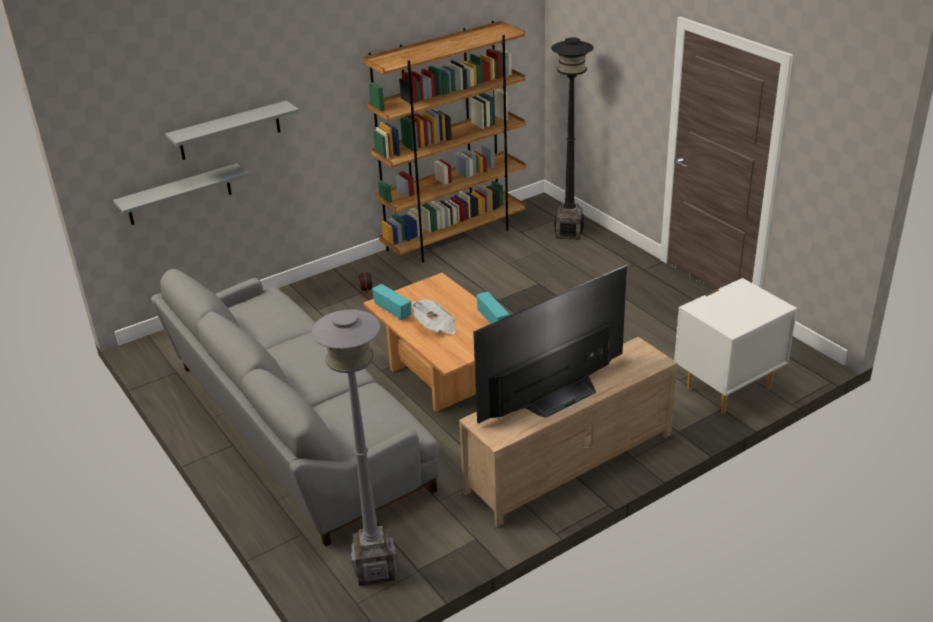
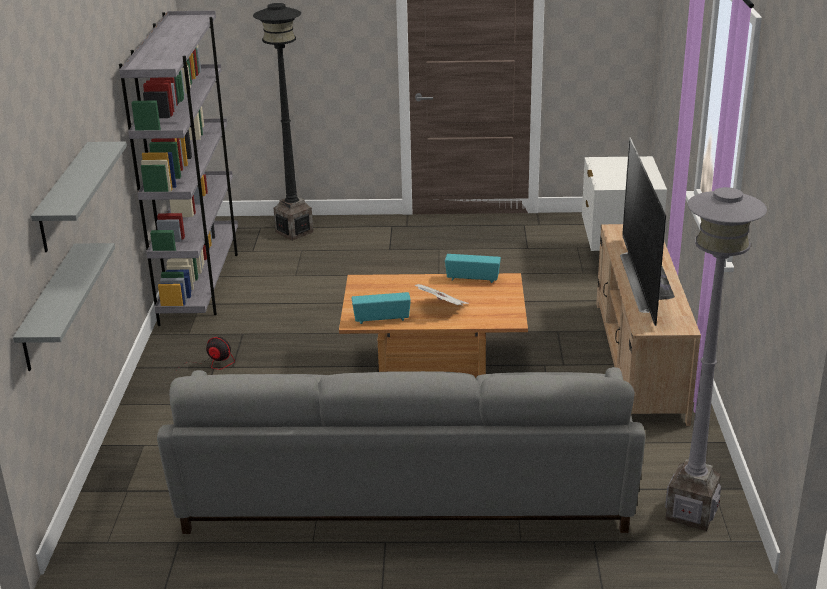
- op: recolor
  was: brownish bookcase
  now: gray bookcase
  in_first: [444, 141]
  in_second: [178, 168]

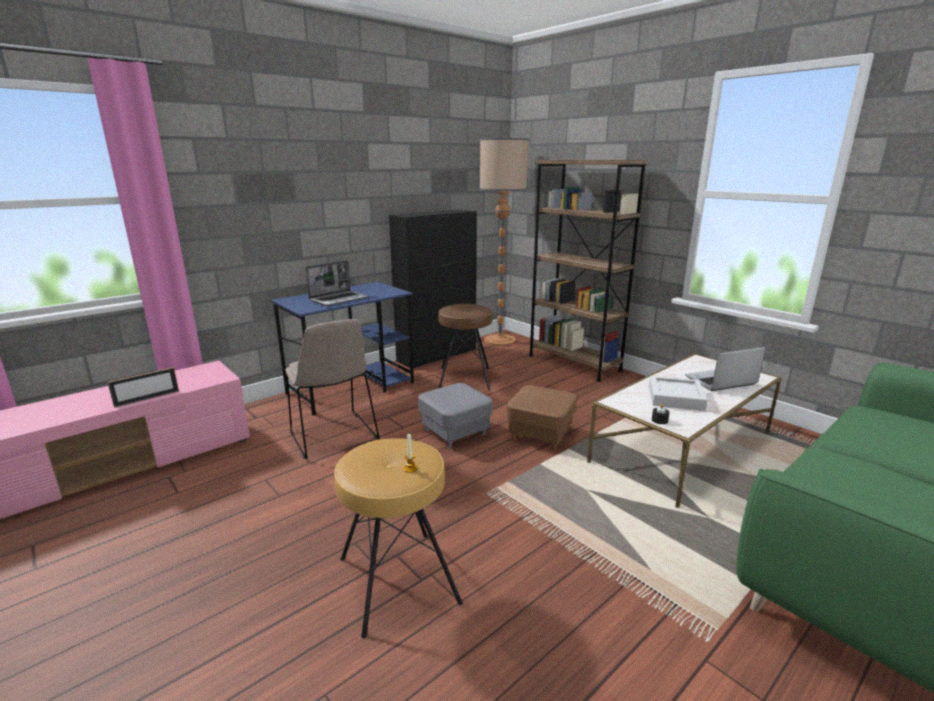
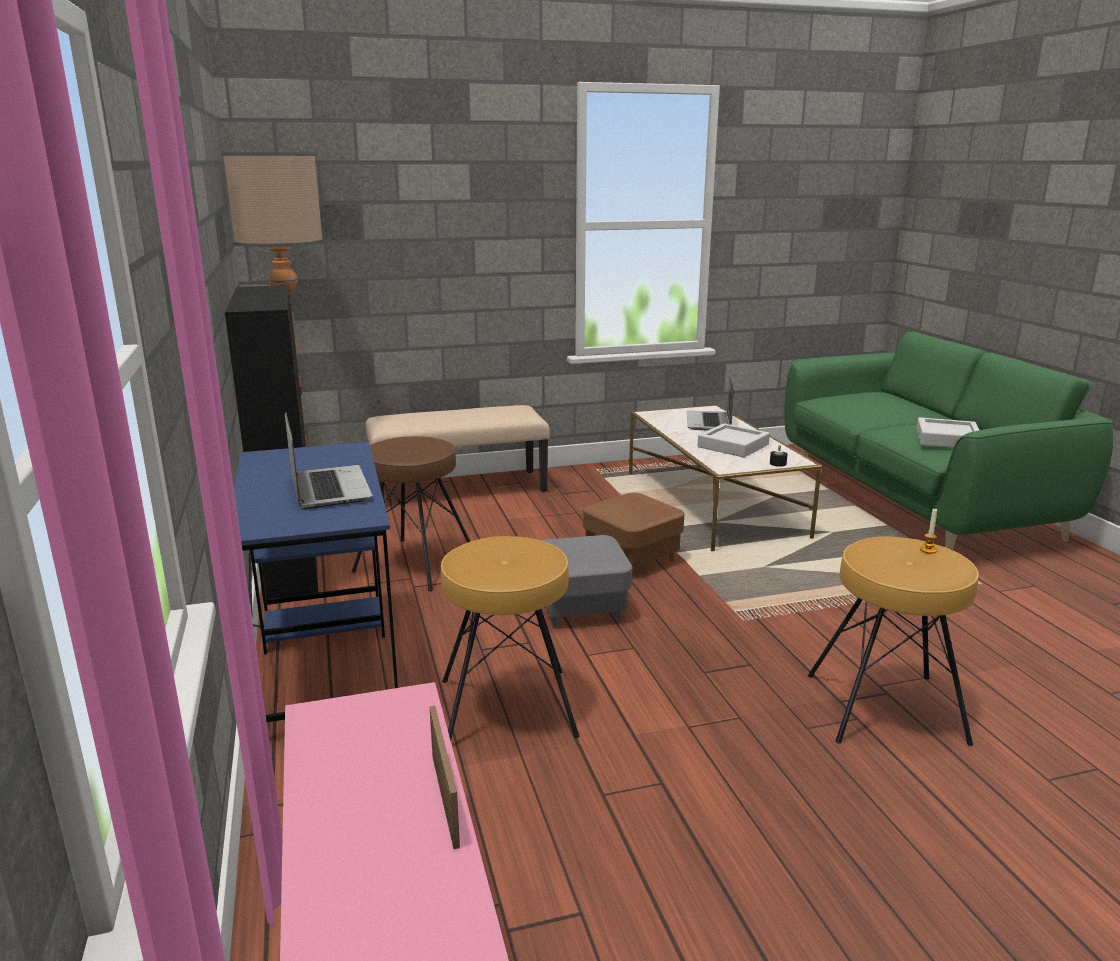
- op: replace
  was: sand-coloured chair
  now: brownish stool
  in_first: [332, 389]
  in_second: [510, 638]
- op: replace
  was: brownish bookcase
  now: sand-coloured long seat
  in_first: [589, 271]
  in_second: [458, 453]
- op: insert
  now: gray serving tray
  in_second: [947, 432]

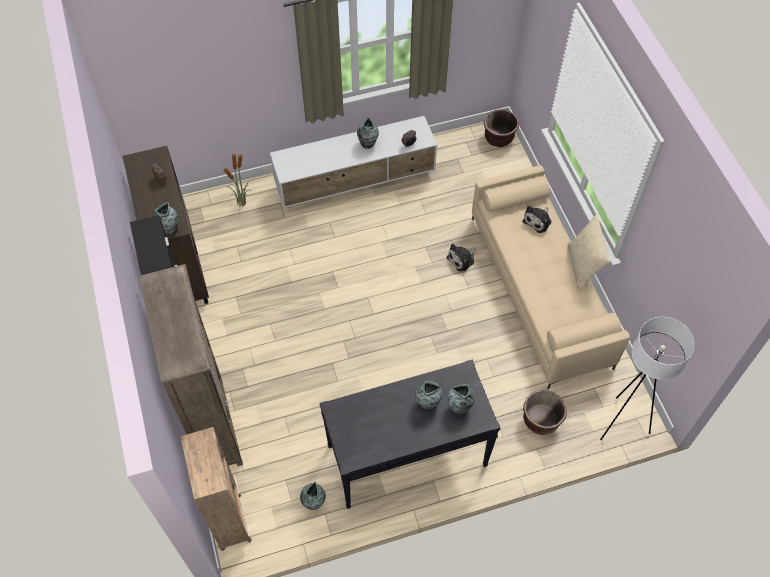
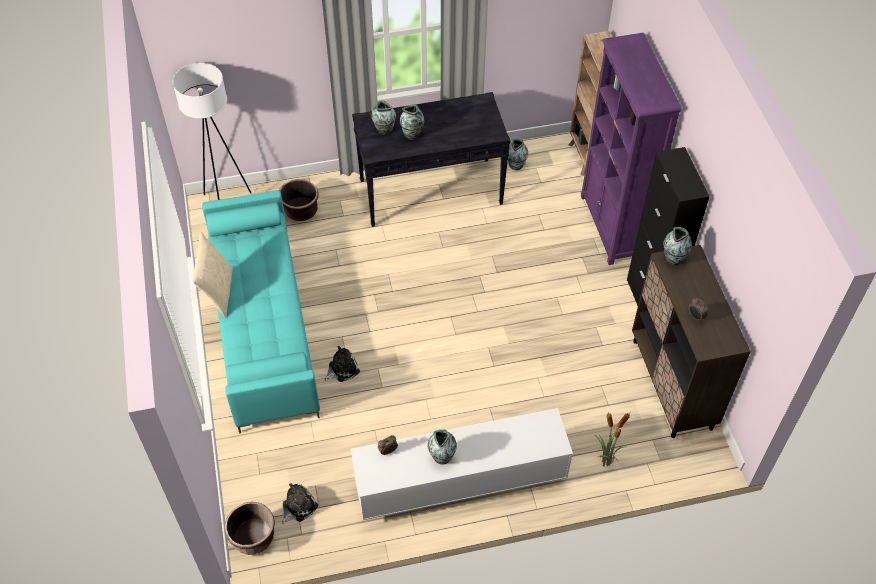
- op: recolor
  was: brownish bookcase
  now: purplish bookcase
  in_first: [191, 365]
  in_second: [631, 149]
- op: recolor
  was: sand-coloured sofa
  now: blue-green sofa
  in_first: [551, 277]
  in_second: [261, 312]
- op: move
  was: plush toy
  in_first: [537, 219]
  in_second: [300, 503]

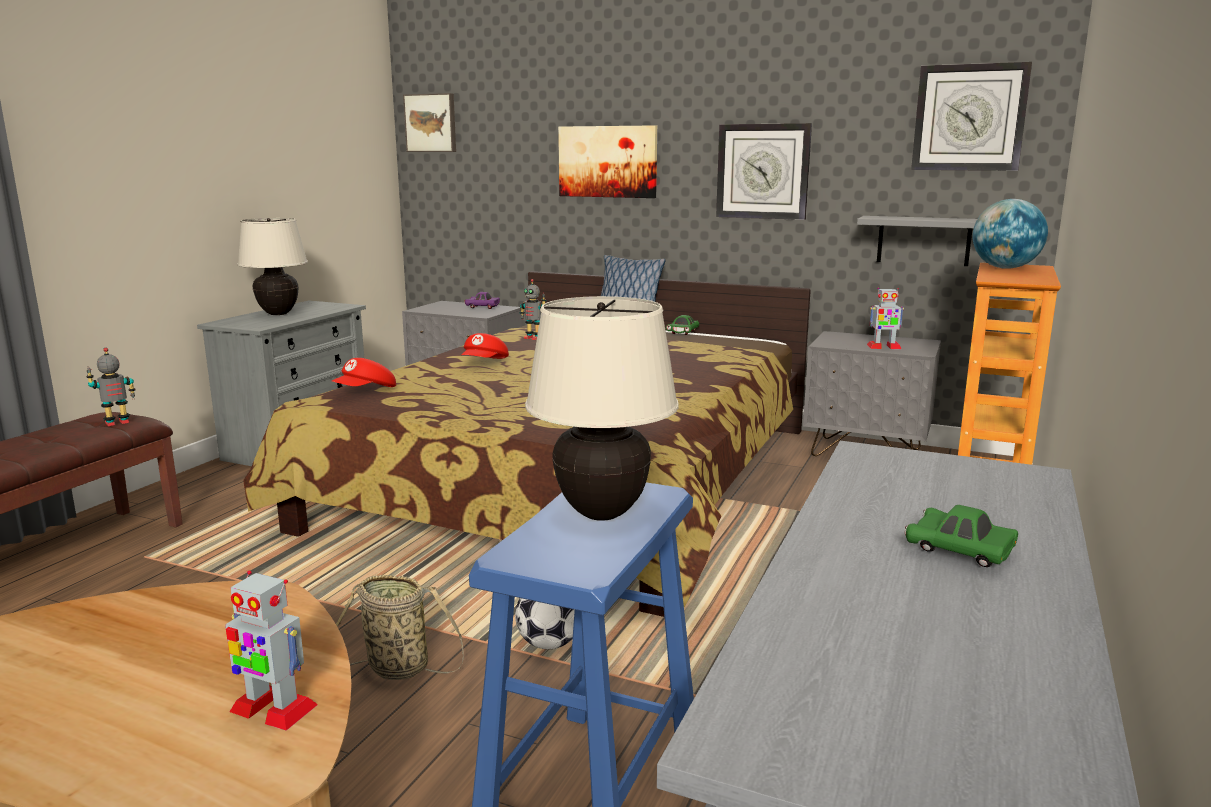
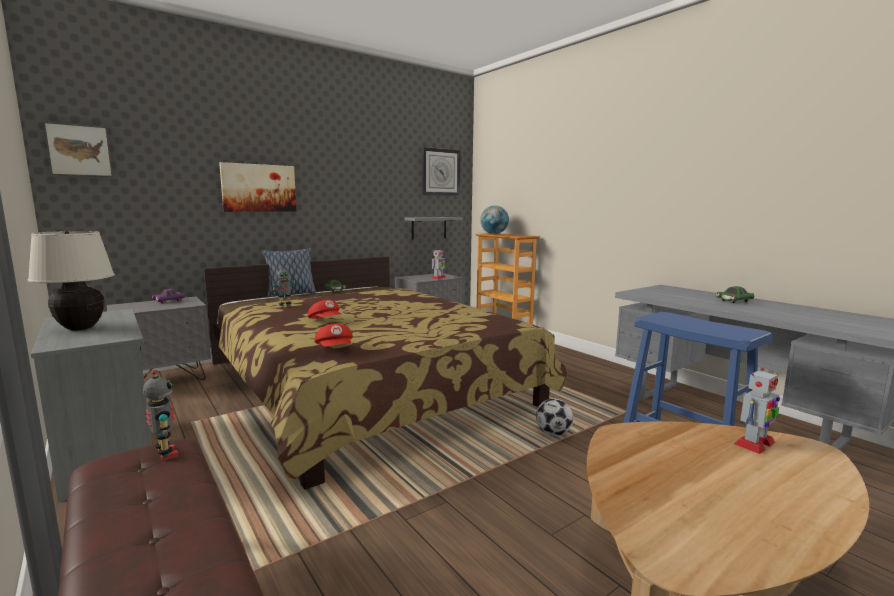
- op: rotate
  was: robot figure
  in_first: [111, 387]
  in_second: [161, 415]
  clockwise: 150
- op: delete
  was: basket
  in_first: [400, 627]
- op: delete
  was: sand-coloured lamp for a table
  in_first: [602, 408]
- op: delete
  was: clock on the wall
  in_first: [764, 171]

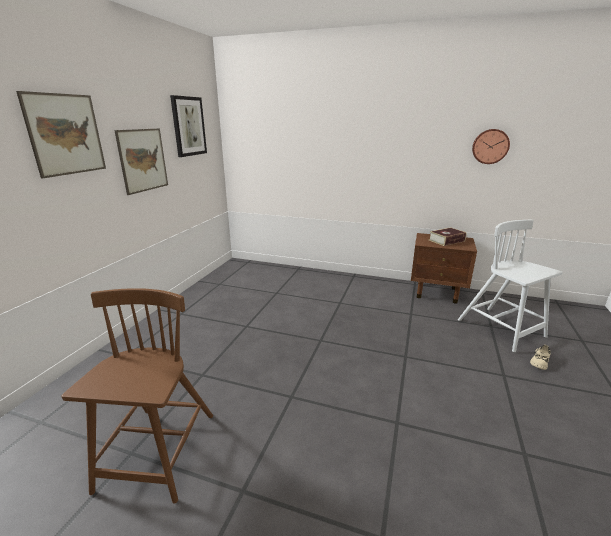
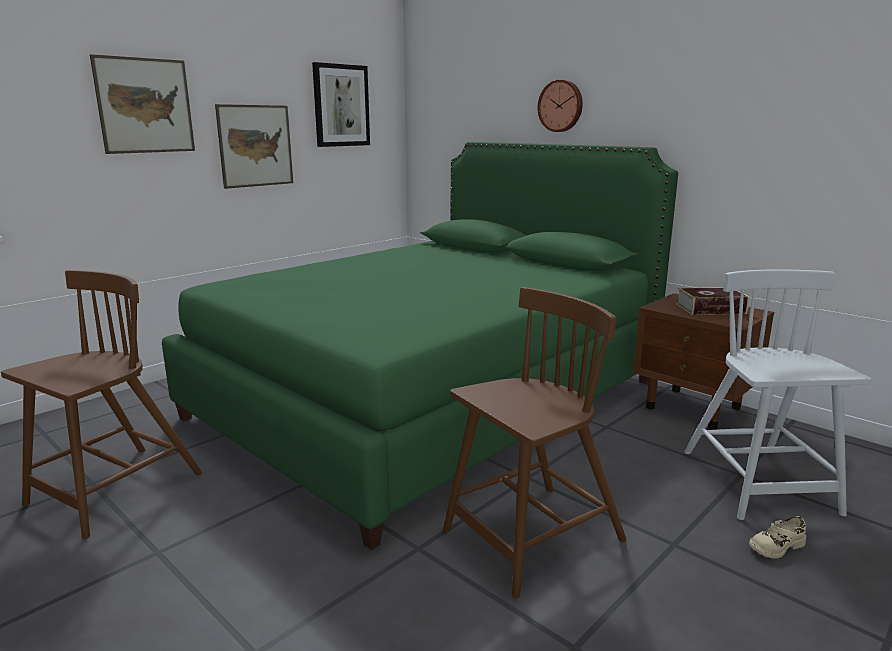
- op: move
  was: clock on the wall
  in_first: [491, 146]
  in_second: [560, 106]
- op: insert
  now: green bed
  in_second: [420, 346]
- op: insert
  now: brownish chair
  in_second: [535, 442]

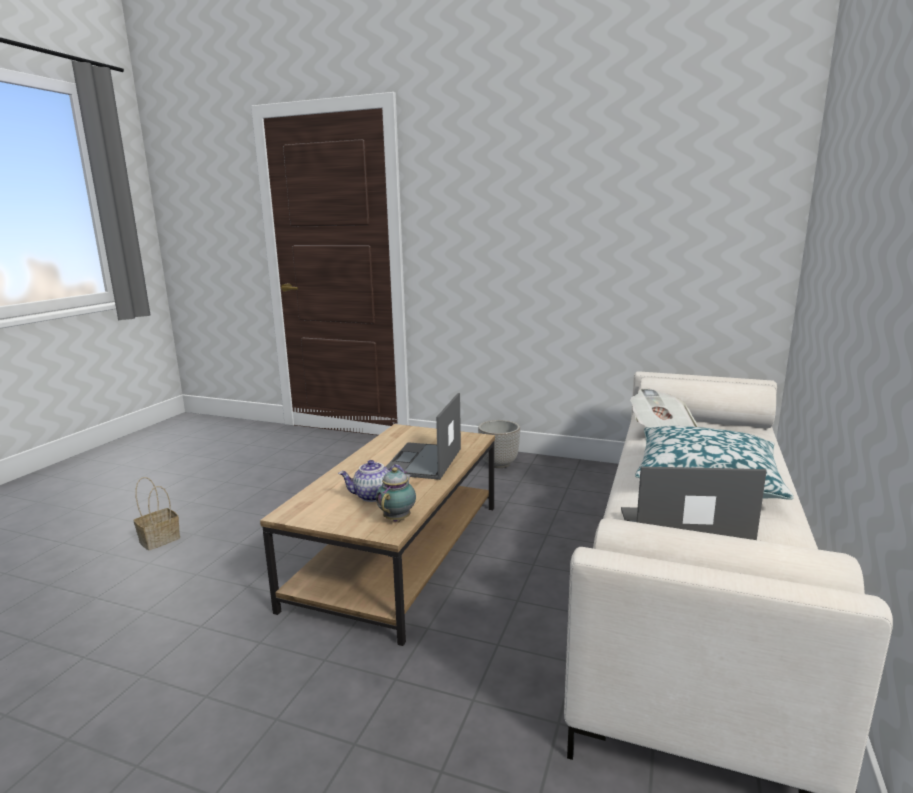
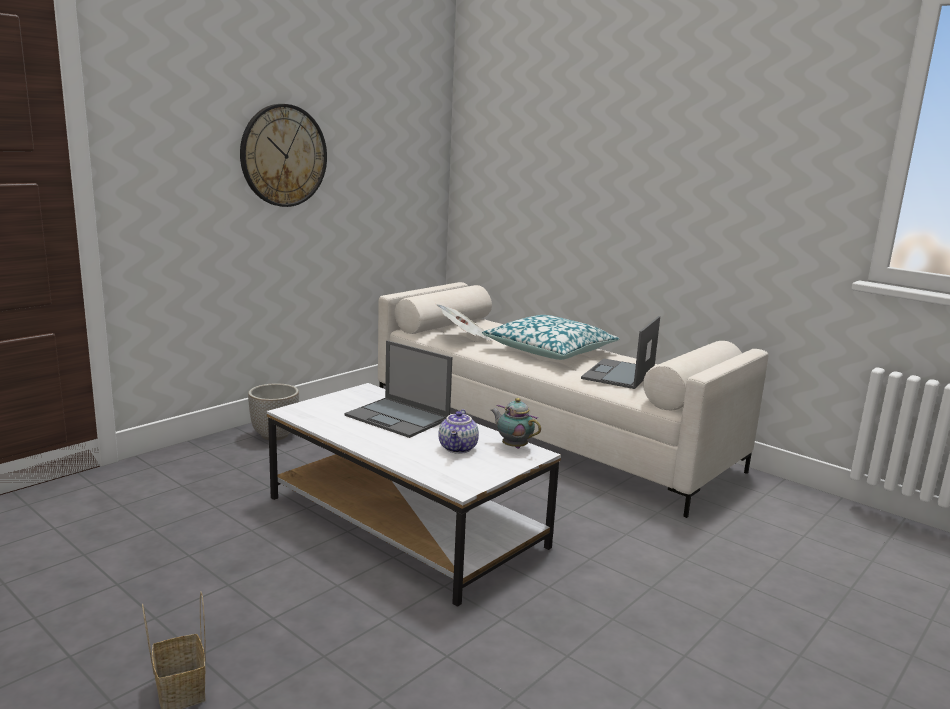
- op: recolor
  was: brownish low table
  now: whitish low table
  in_first: [377, 535]
  in_second: [414, 495]
- op: insert
  now: clock on the wall
  in_second: [283, 155]

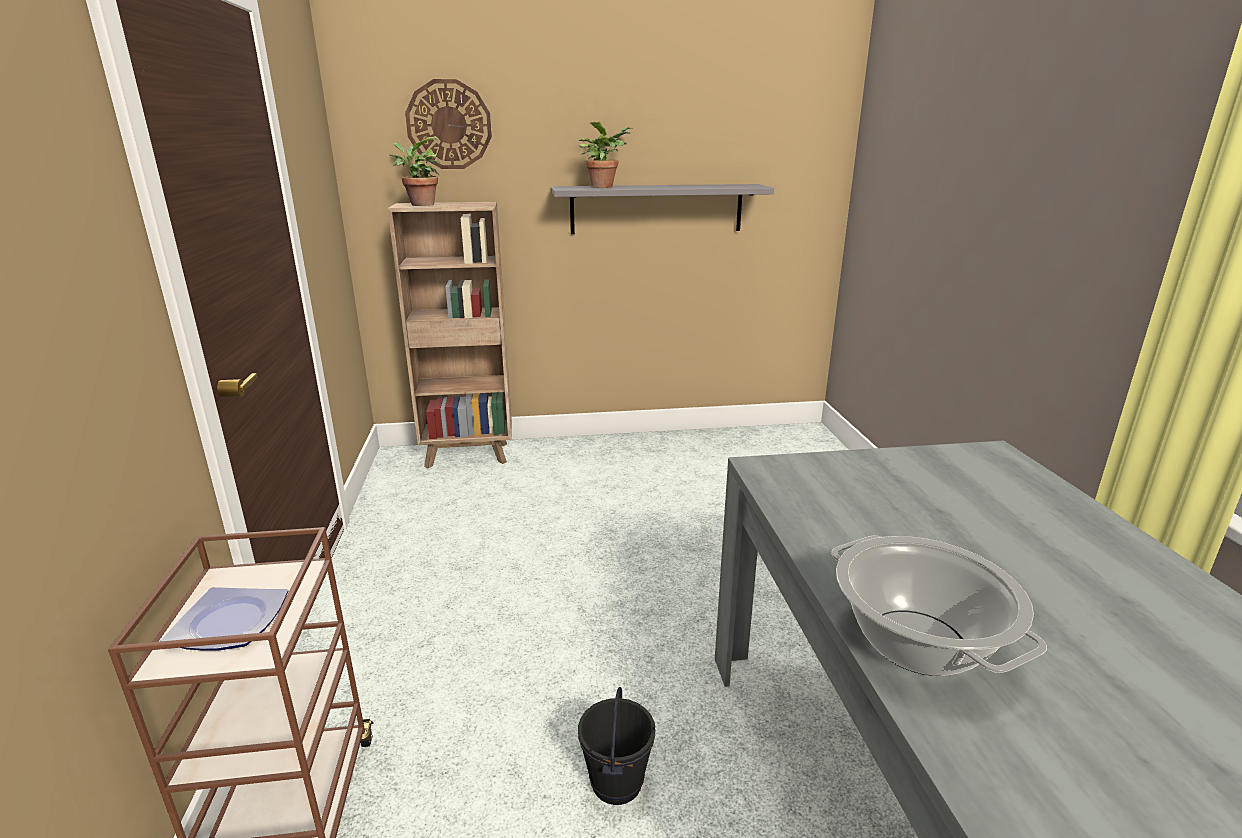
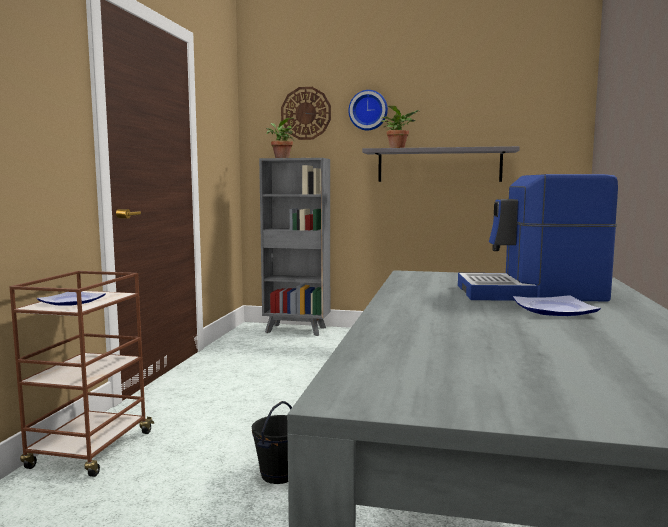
- op: recolor
  was: brownish bookcase
  now: gray bookcase
  in_first: [450, 335]
  in_second: [294, 247]
- op: delete
  was: cooking pot
  in_first: [939, 606]
- op: insert
  now: clock on the wall
  in_second: [368, 110]
- op: insert
  now: coffee machine
  in_second: [538, 237]
- op: insert
  now: flat dish
  in_second: [557, 305]

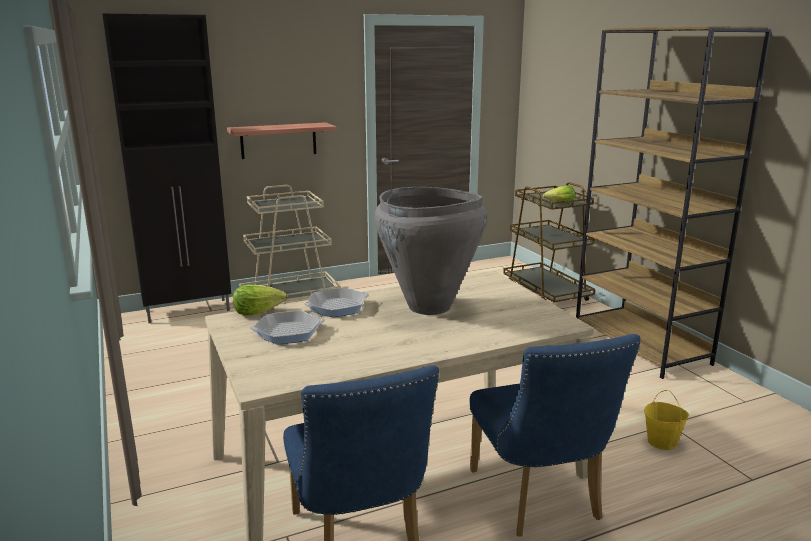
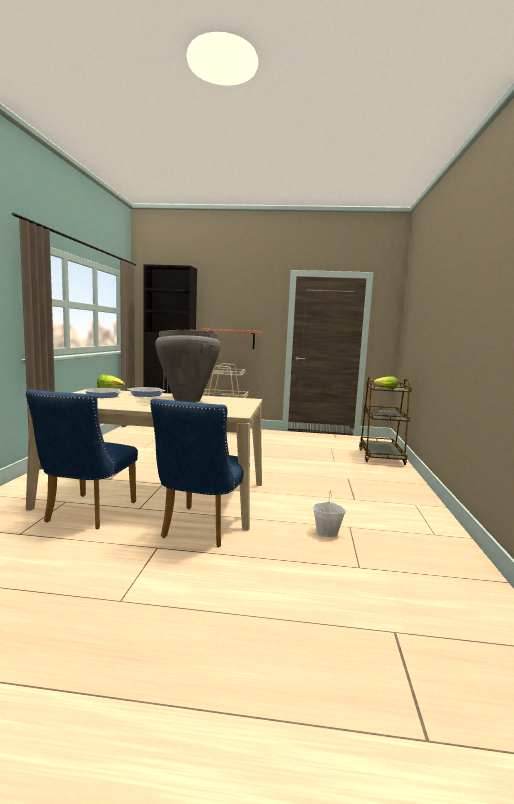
- op: delete
  was: brownish bookcase
  in_first: [673, 202]
- op: recolor
  was: yellow-coloured water bucket
  now: whitish water bucket
  in_first: [666, 420]
  in_second: [329, 513]

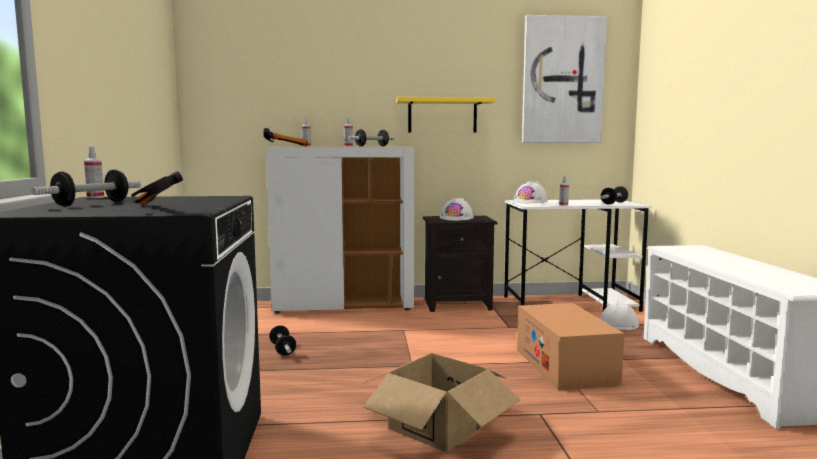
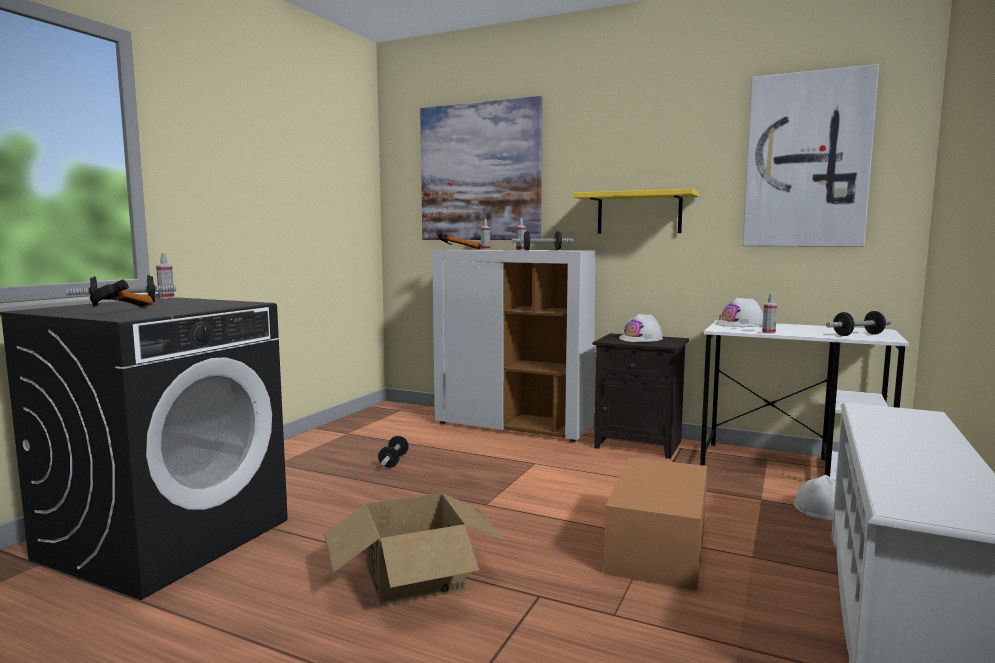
- op: insert
  now: wall art
  in_second: [481, 168]

